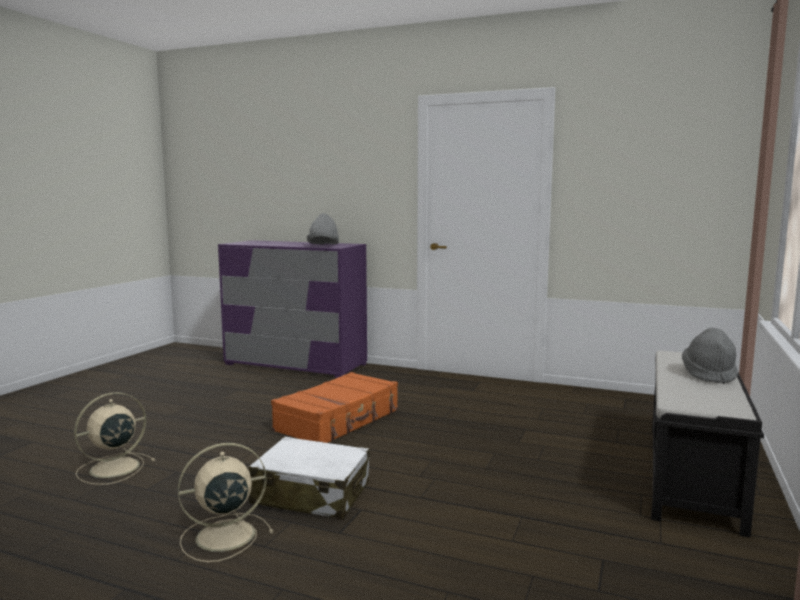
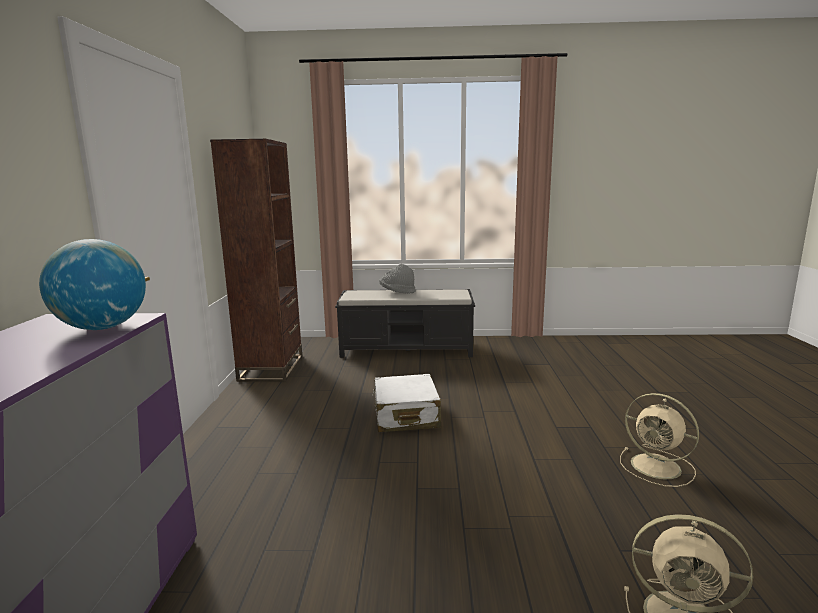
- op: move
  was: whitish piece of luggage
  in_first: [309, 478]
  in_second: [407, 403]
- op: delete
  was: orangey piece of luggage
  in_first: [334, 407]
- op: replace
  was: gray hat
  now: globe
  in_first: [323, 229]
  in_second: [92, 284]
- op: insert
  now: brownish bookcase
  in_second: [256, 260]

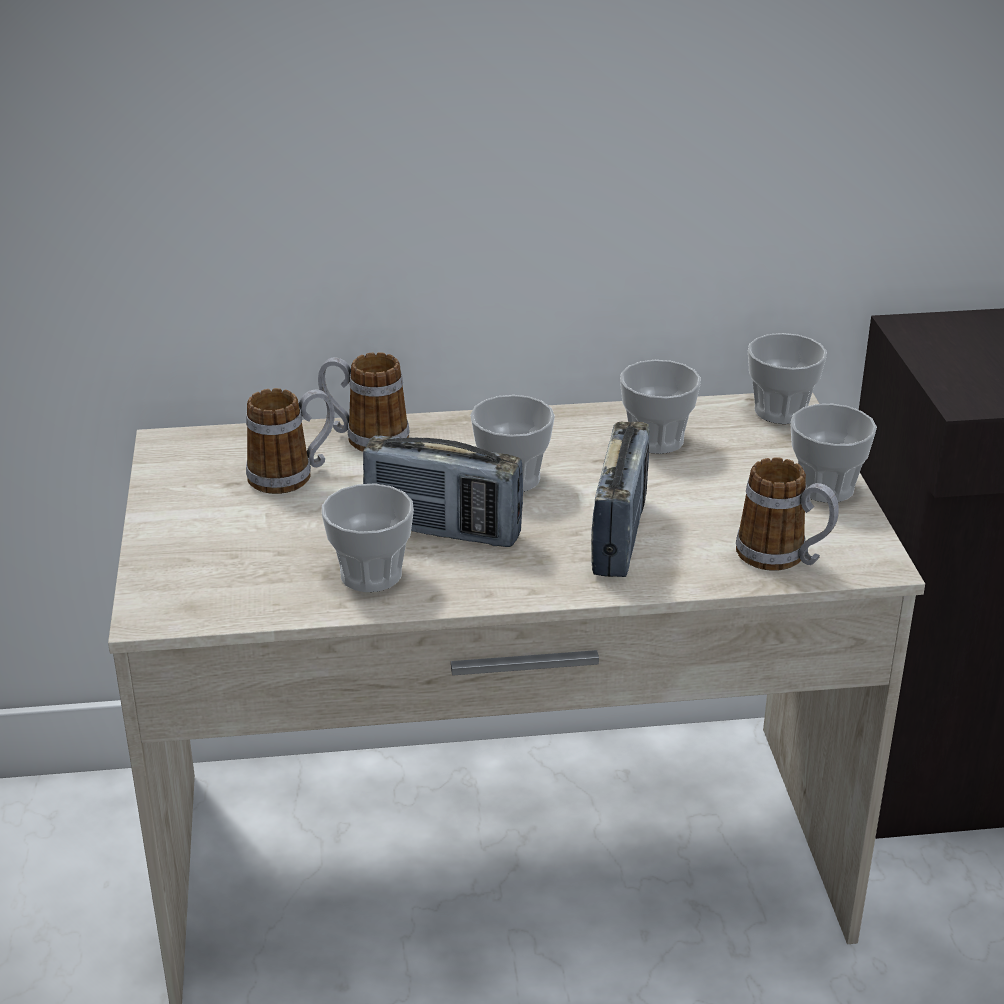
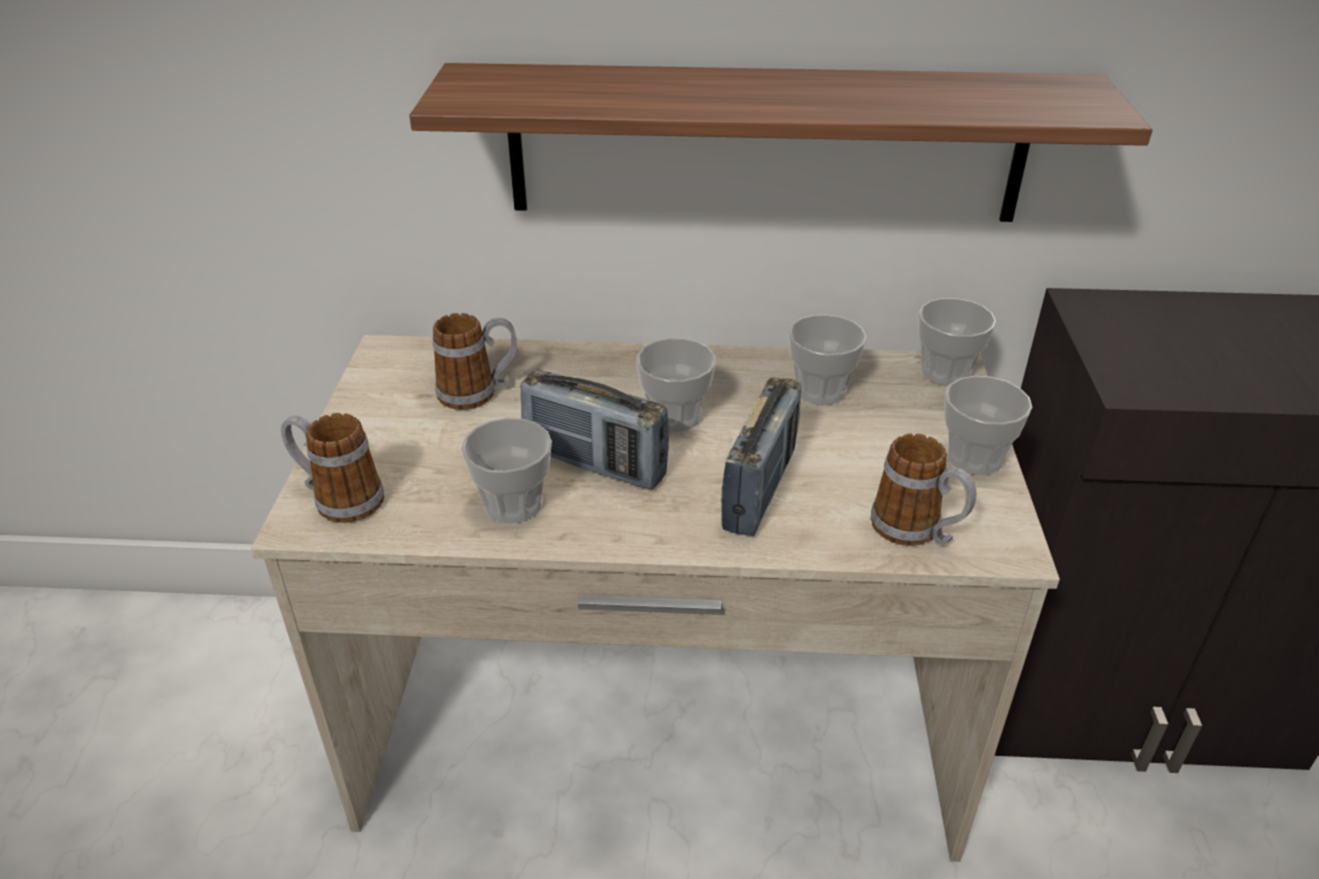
- op: move
  was: mug
  in_first: [364, 402]
  in_second: [332, 468]
- op: insert
  now: wall shelf
  in_second: [780, 142]

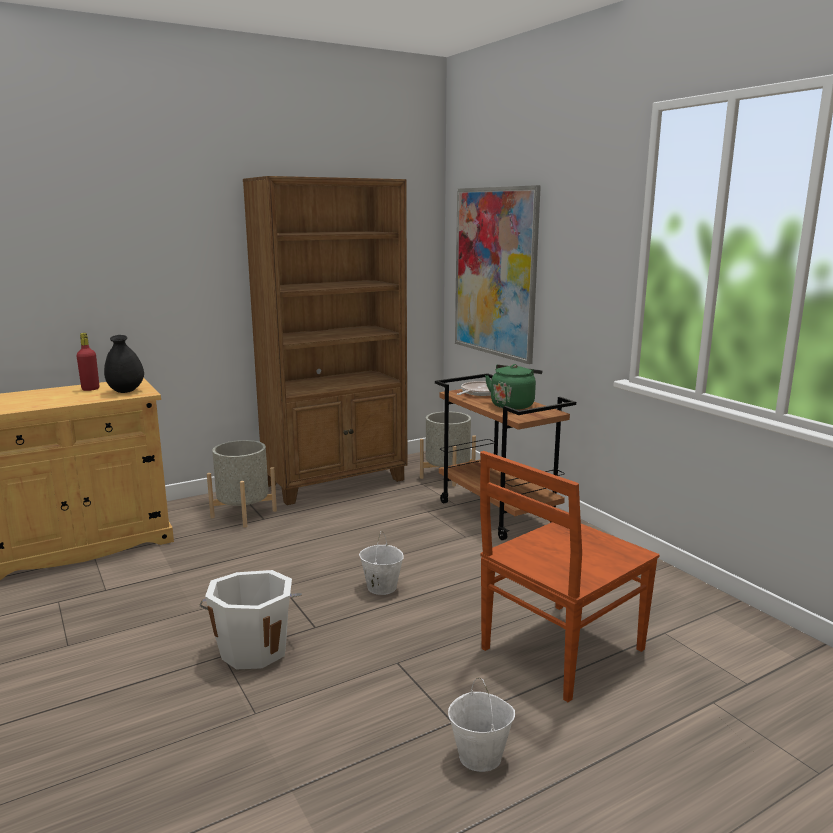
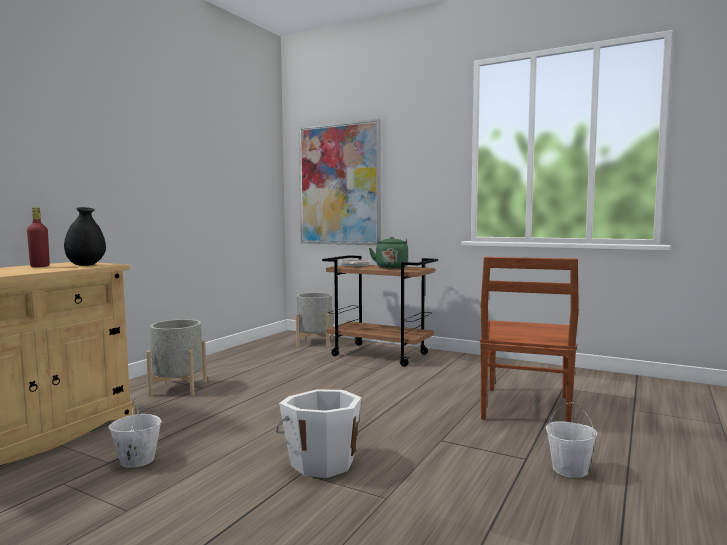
- op: delete
  was: brownish bookcase
  in_first: [325, 340]
- op: move
  was: whitish water bucket
  in_first: [381, 563]
  in_second: [135, 432]

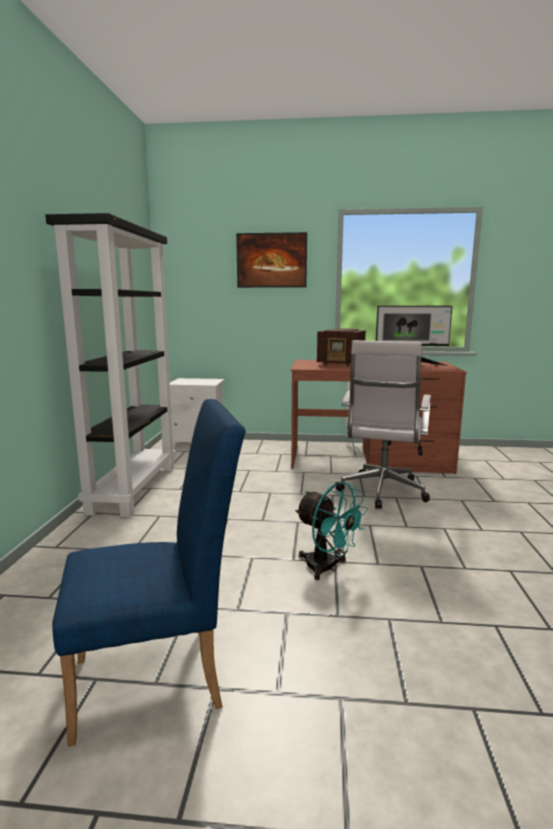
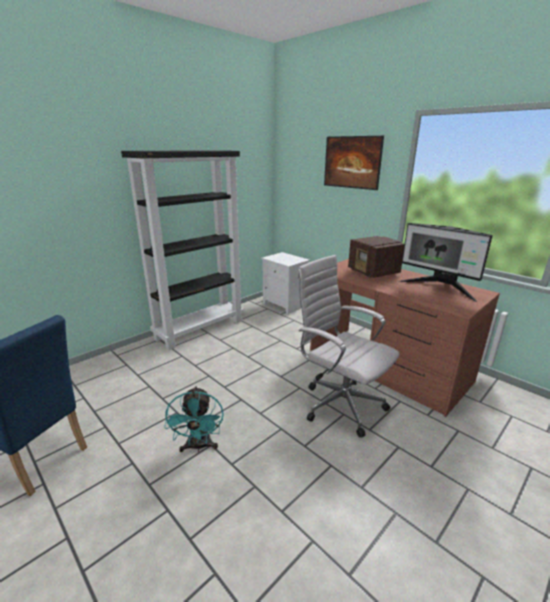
- op: rotate
  was: whitish office chair
  in_first: [383, 424]
  in_second: [348, 346]
  clockwise: 75

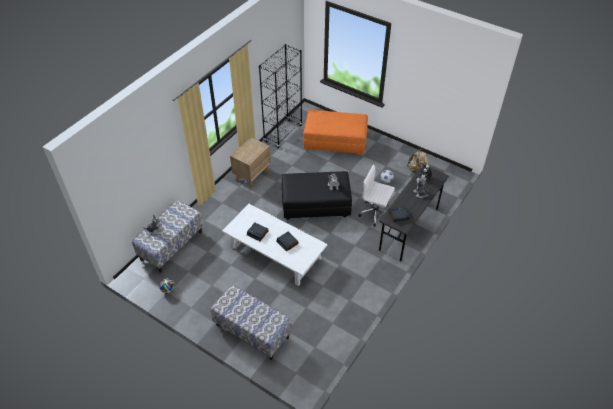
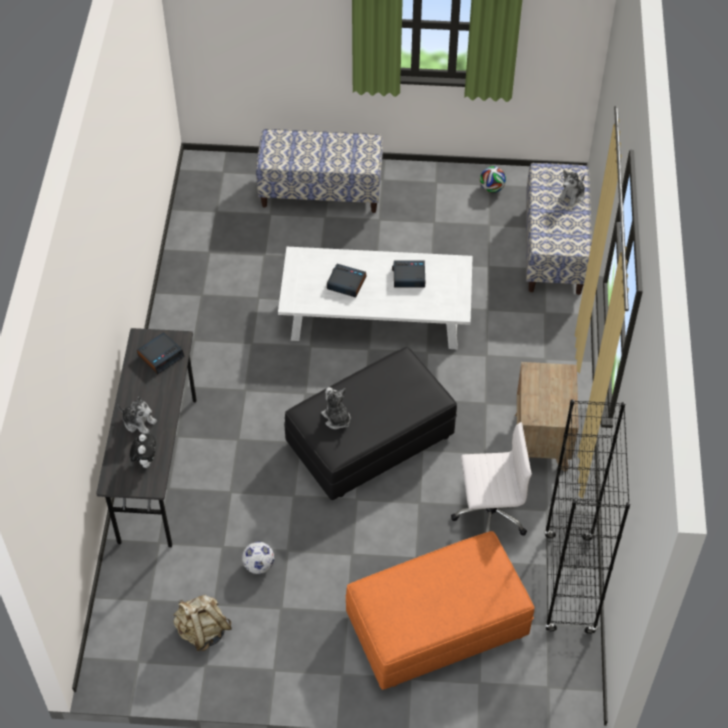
- op: move
  was: whitish office chair
  in_first: [376, 196]
  in_second: [491, 479]

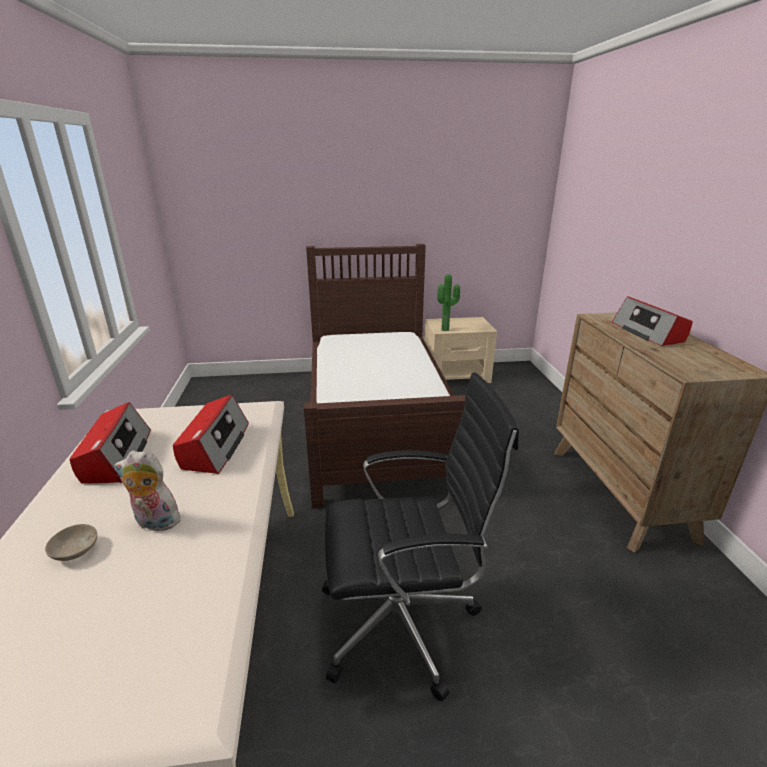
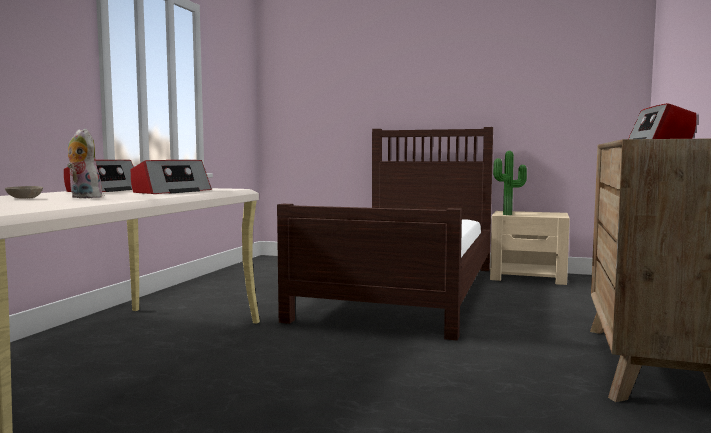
- op: delete
  was: blackish office chair
  in_first: [420, 537]

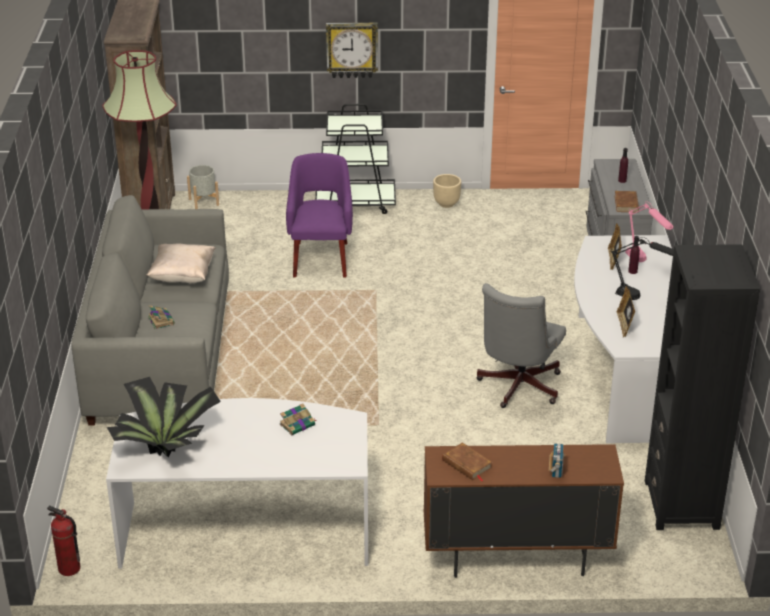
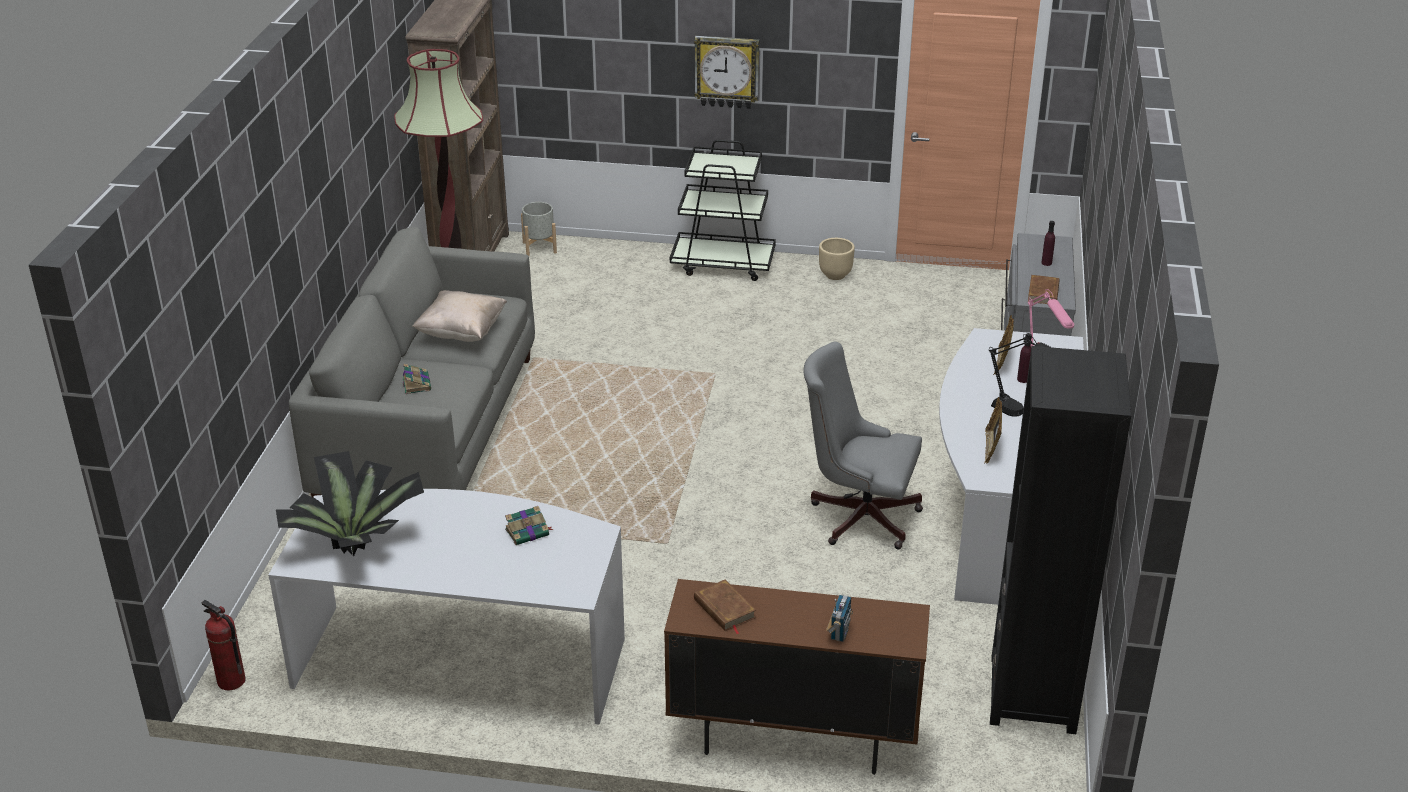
- op: delete
  was: purplish easy chair
  in_first: [319, 215]
- op: rotate
  was: gray office chair
  in_first: [521, 345]
  in_second: [863, 445]
  clockwise: 75

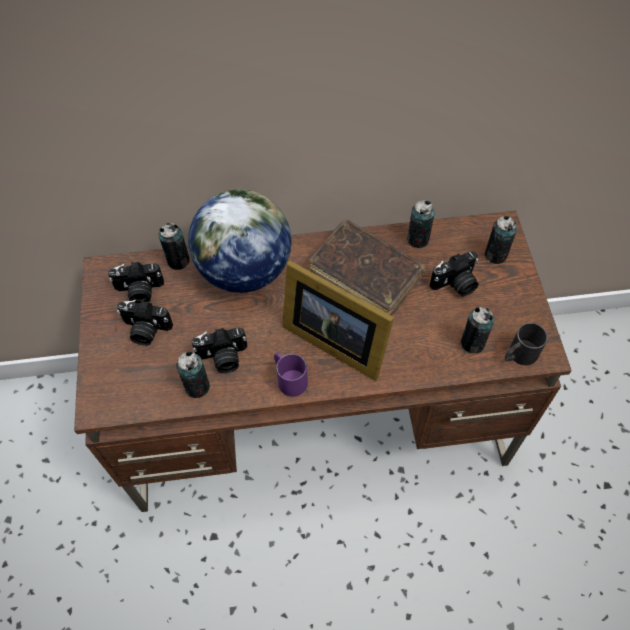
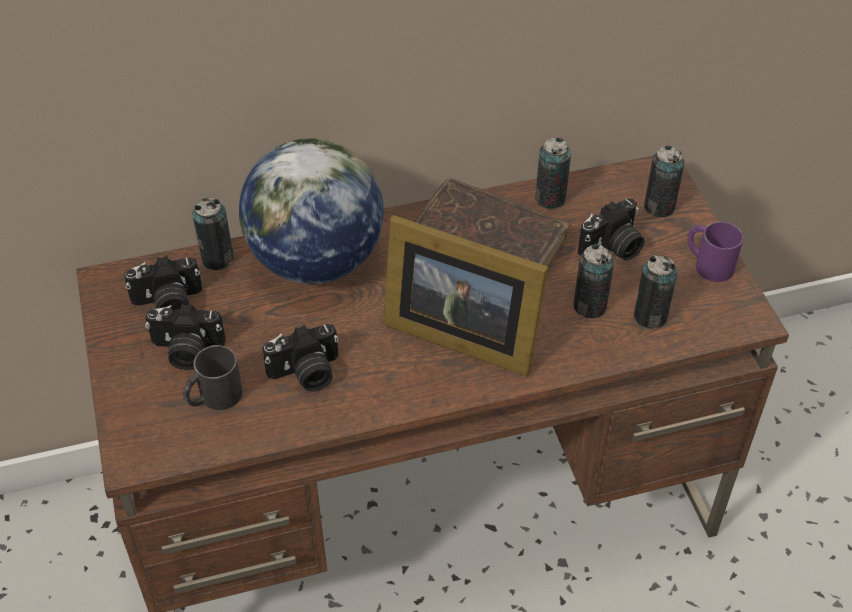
- op: move
  was: can
  in_first: [193, 375]
  in_second: [593, 281]
- op: move
  was: purplish mug
  in_first: [291, 375]
  in_second: [715, 251]
- op: move
  was: blackish mug
  in_first: [526, 344]
  in_second: [213, 377]

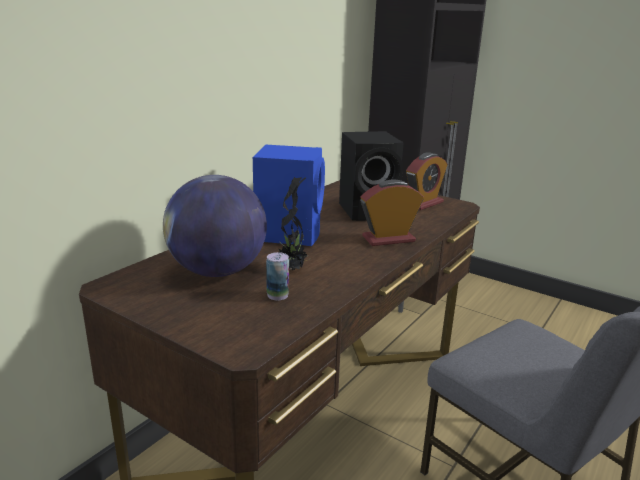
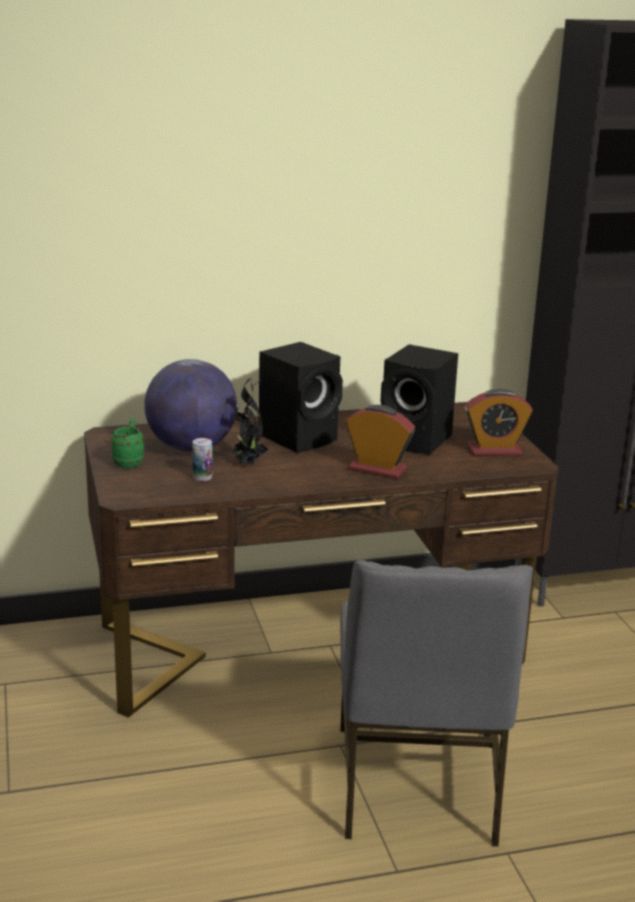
- op: recolor
  was: bluish speaker
  now: blackish speaker
  in_first: [289, 195]
  in_second: [301, 397]
- op: insert
  now: green mug
  in_second: [127, 443]

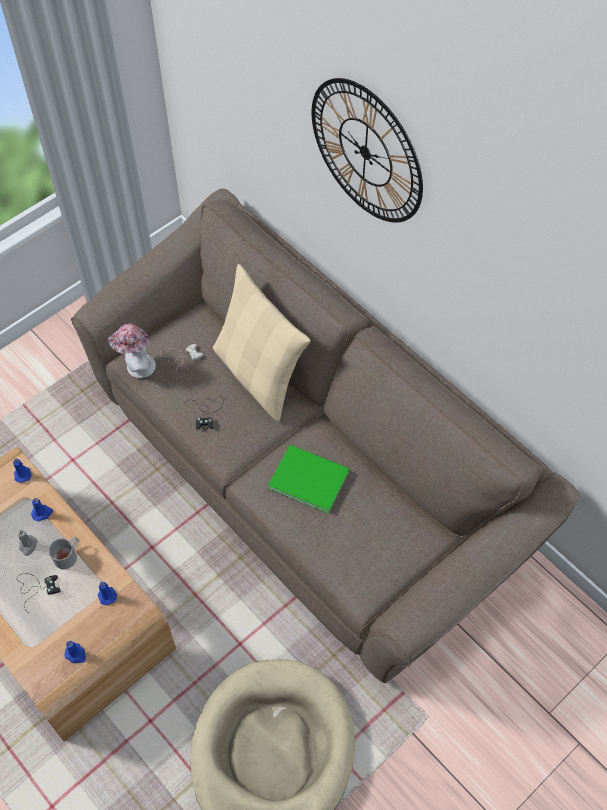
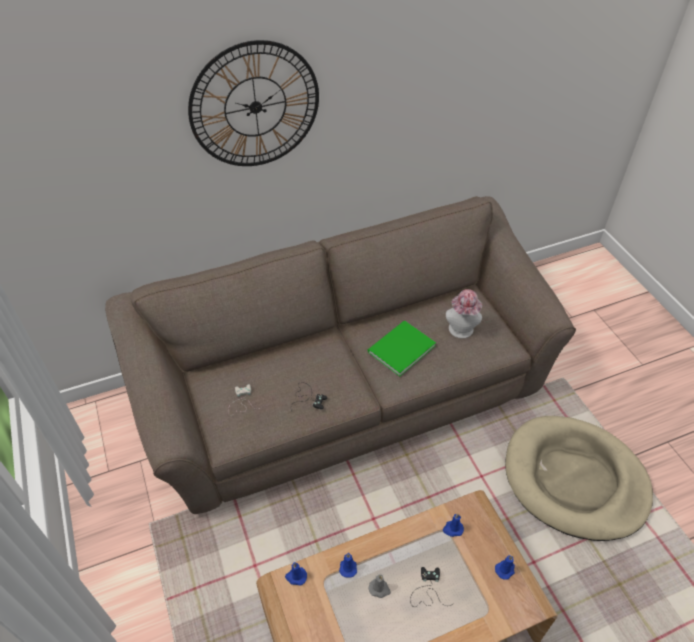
- op: delete
  was: gray mug
  in_first: [63, 553]
- op: move
  was: hat
  in_first: [132, 351]
  in_second: [464, 313]
- op: delete
  was: sand-coloured throw pillow
  in_first: [262, 342]

